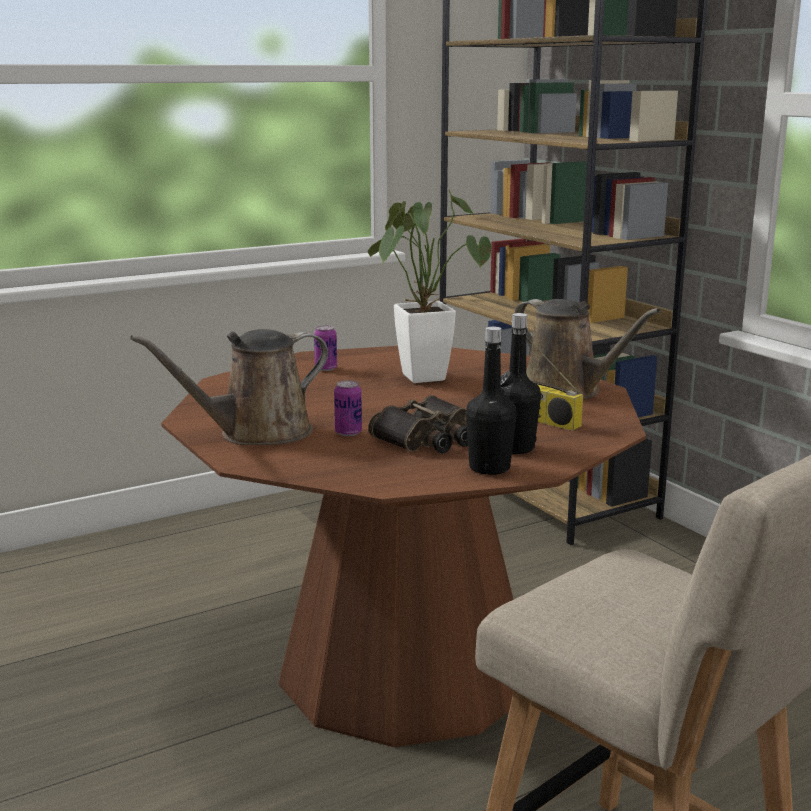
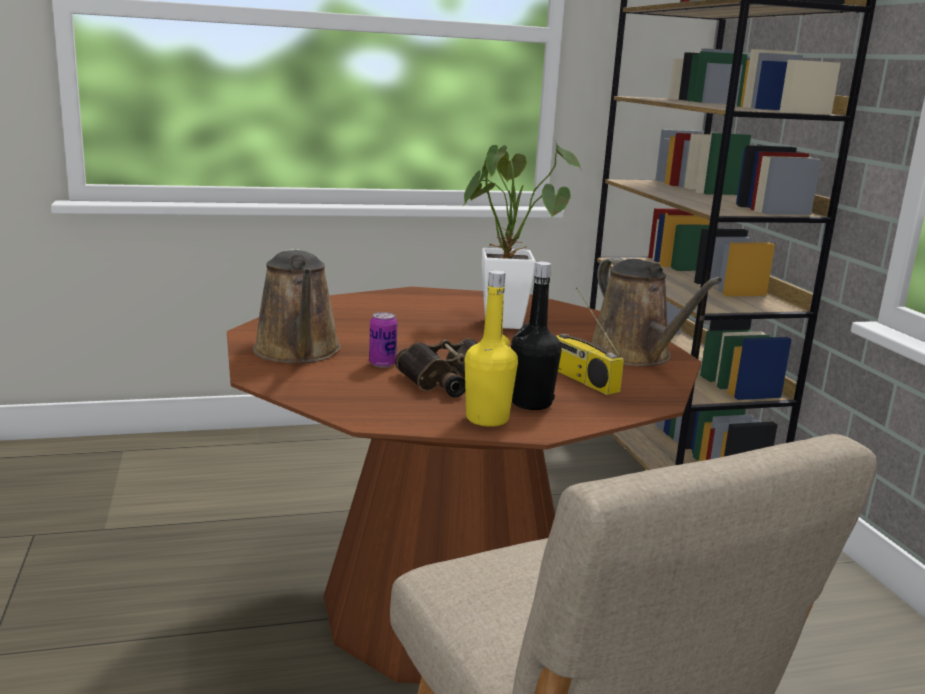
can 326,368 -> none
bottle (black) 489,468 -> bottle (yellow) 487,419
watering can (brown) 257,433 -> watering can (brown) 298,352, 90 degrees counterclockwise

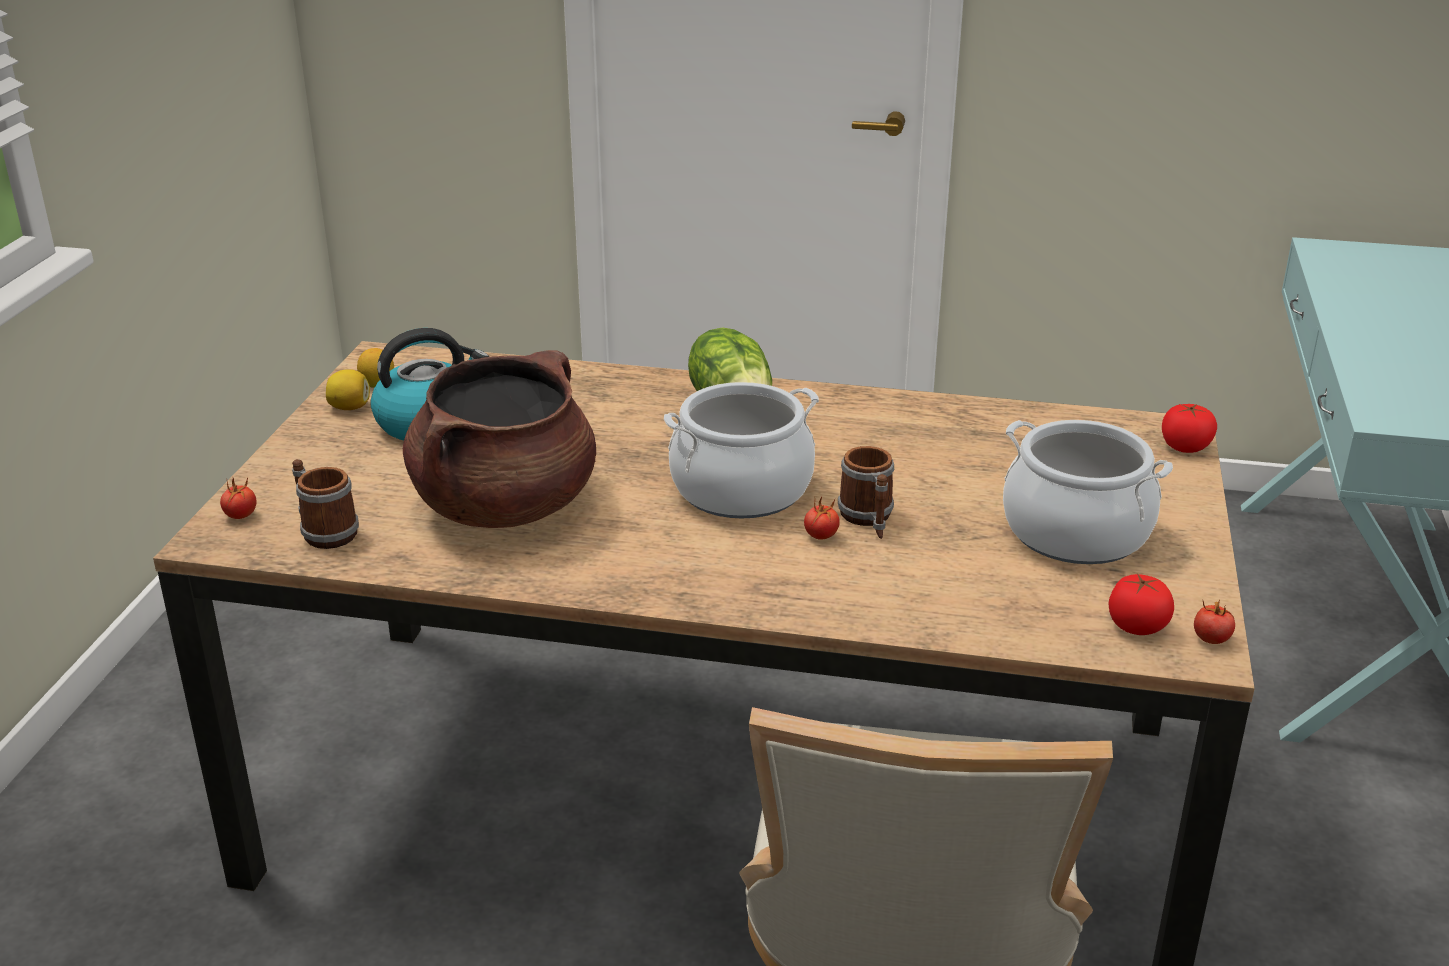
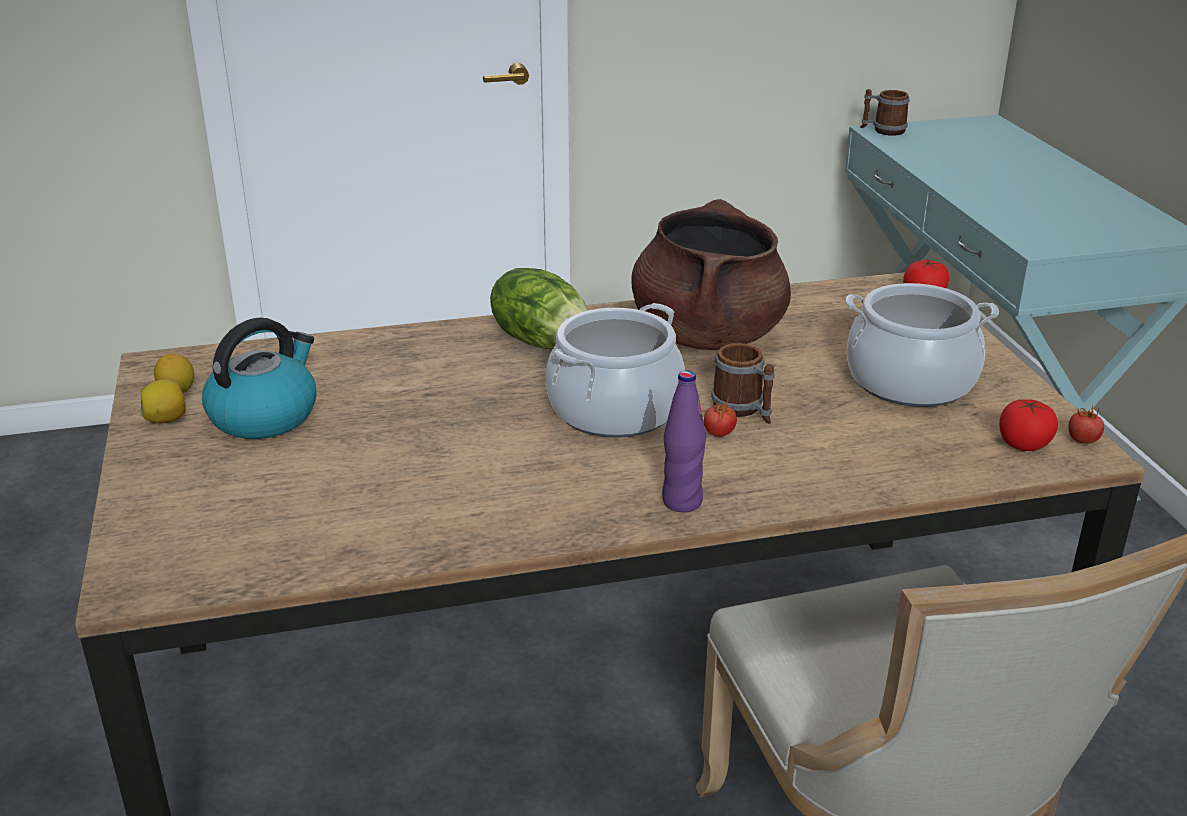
tomato 241,516 -> none
none -> bottle (purple) 682,502
mug 324,531 -> mug 883,130, move
cooking pot (brown) 505,506 -> cooking pot (brown) 707,335, move

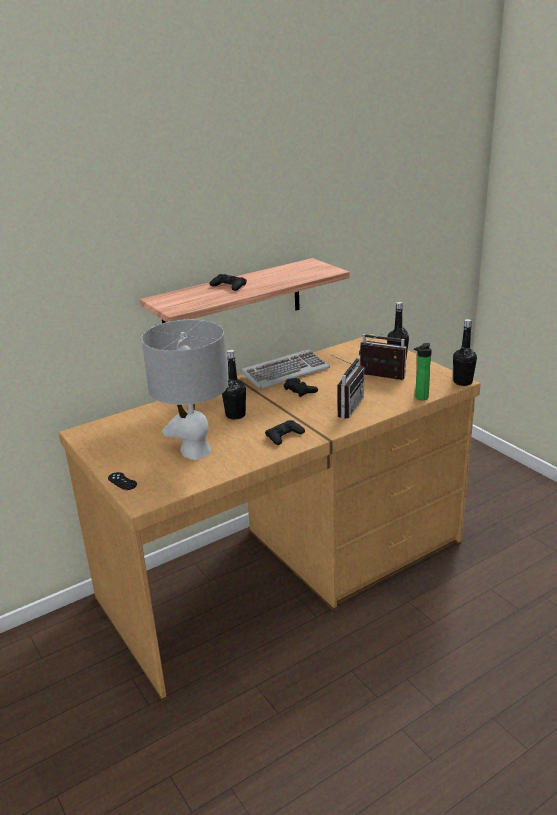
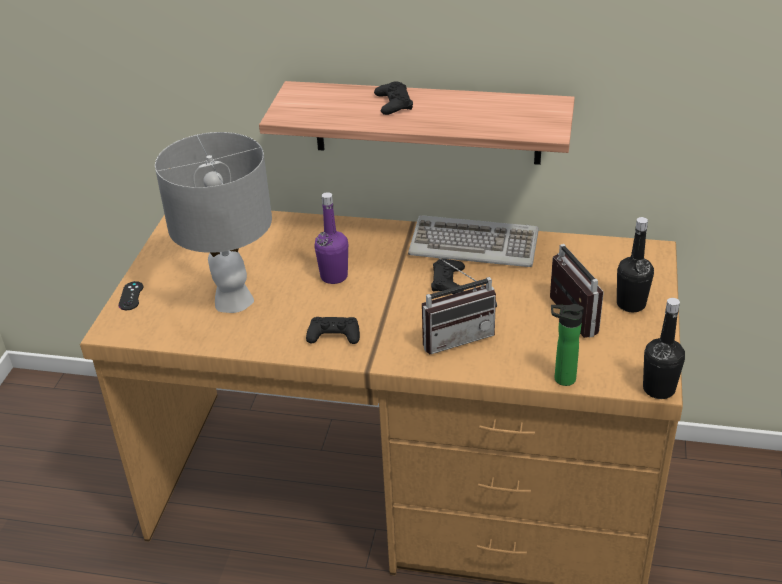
bottle (black) 235,415 -> bottle (purple) 334,276

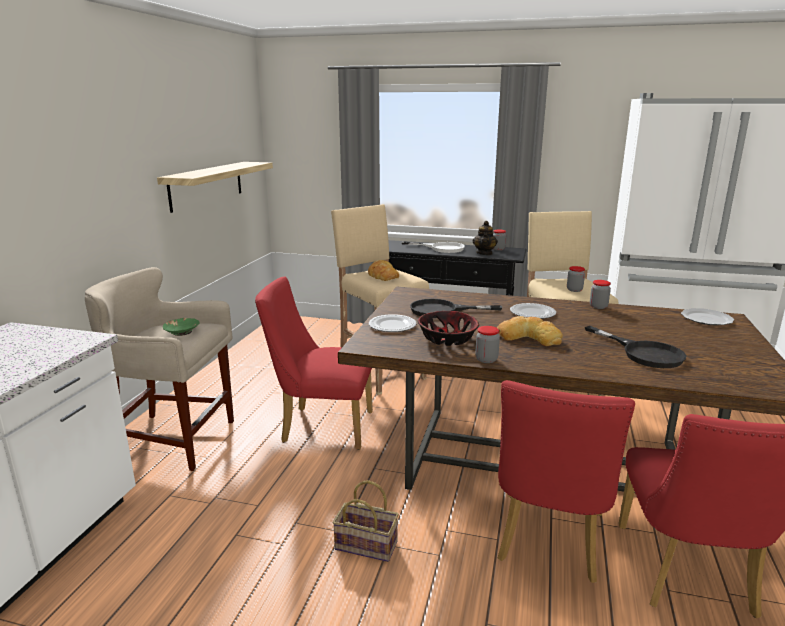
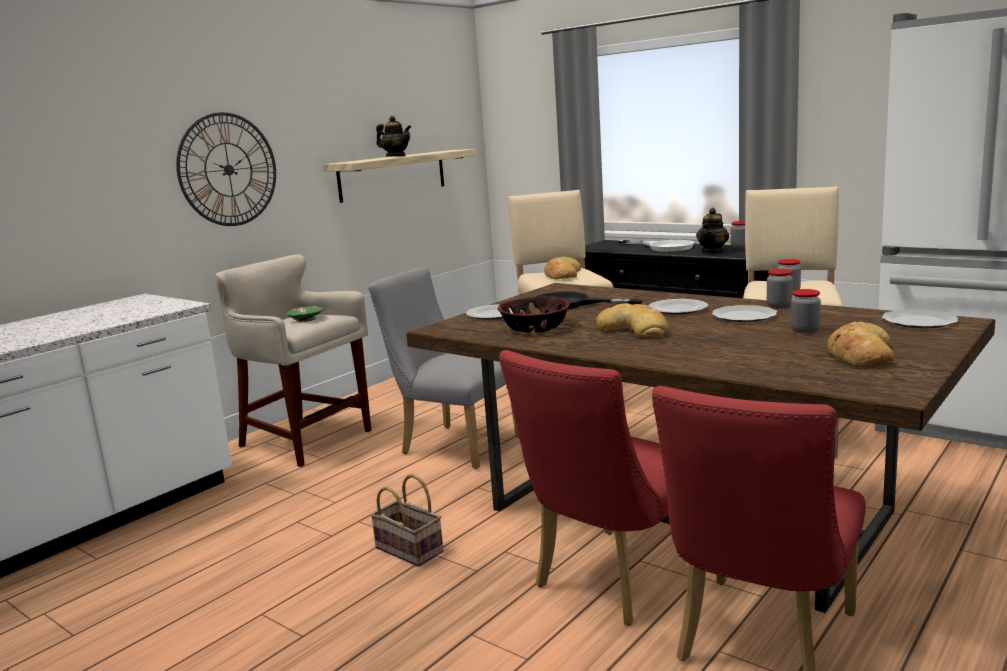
frying pan (black) 643,353 -> none
none -> wall clock 228,169
none -> teapot 396,156
none -> plate 745,316
none -> bread 859,354
jar 486,359 -> jar 804,330, move
chair (red) 320,427 -> chair (grey) 454,444

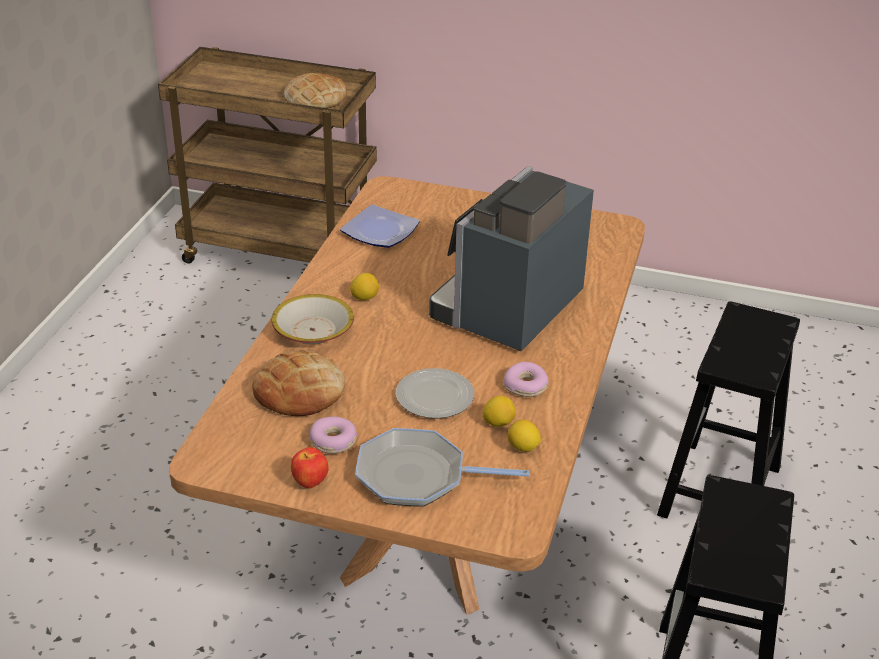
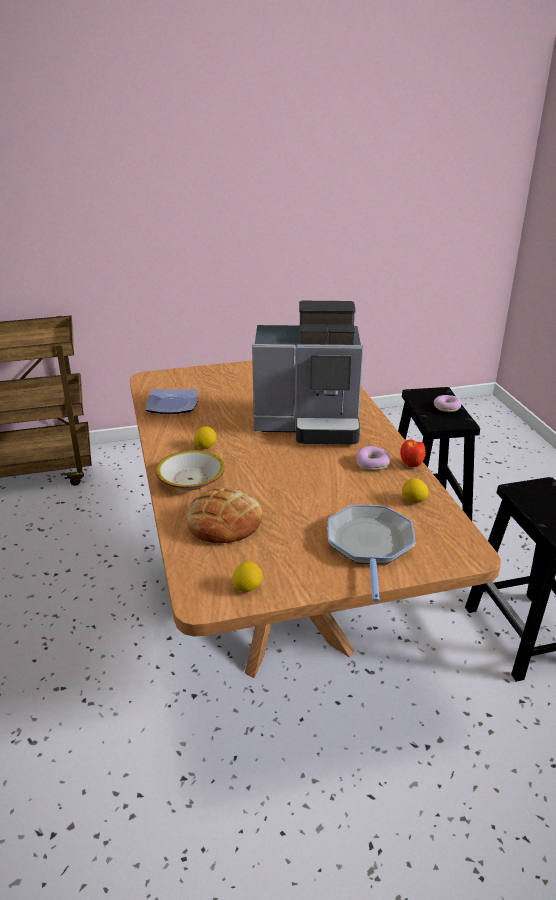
bread 315,99 -> none
plate 434,397 -> none
apple 310,483 -> apple 411,465, move
donut 333,441 -> donut 447,407, move
lemon 498,423 -> lemon 247,588, move
frying pan 418,476 -> frying pan 370,545, 120 degrees clockwise
coffee machine 508,311 -> coffee machine 310,424, 90 degrees counterclockwise

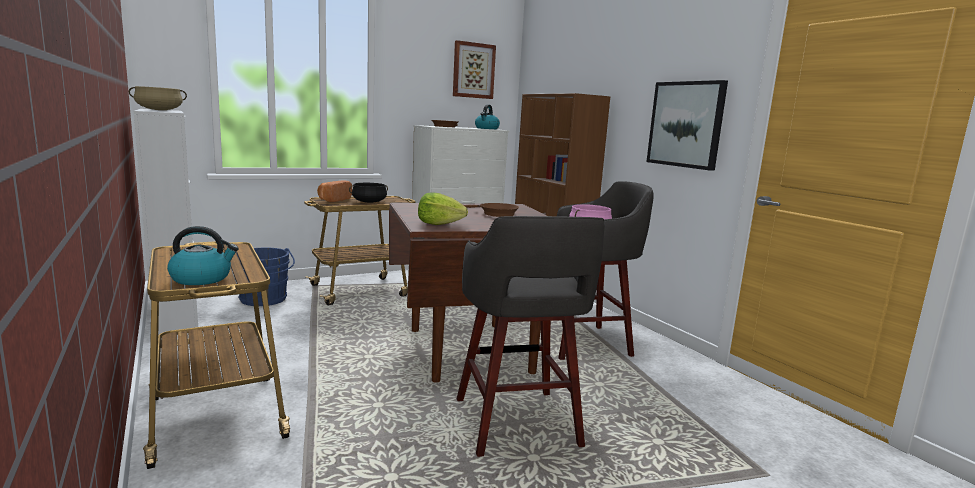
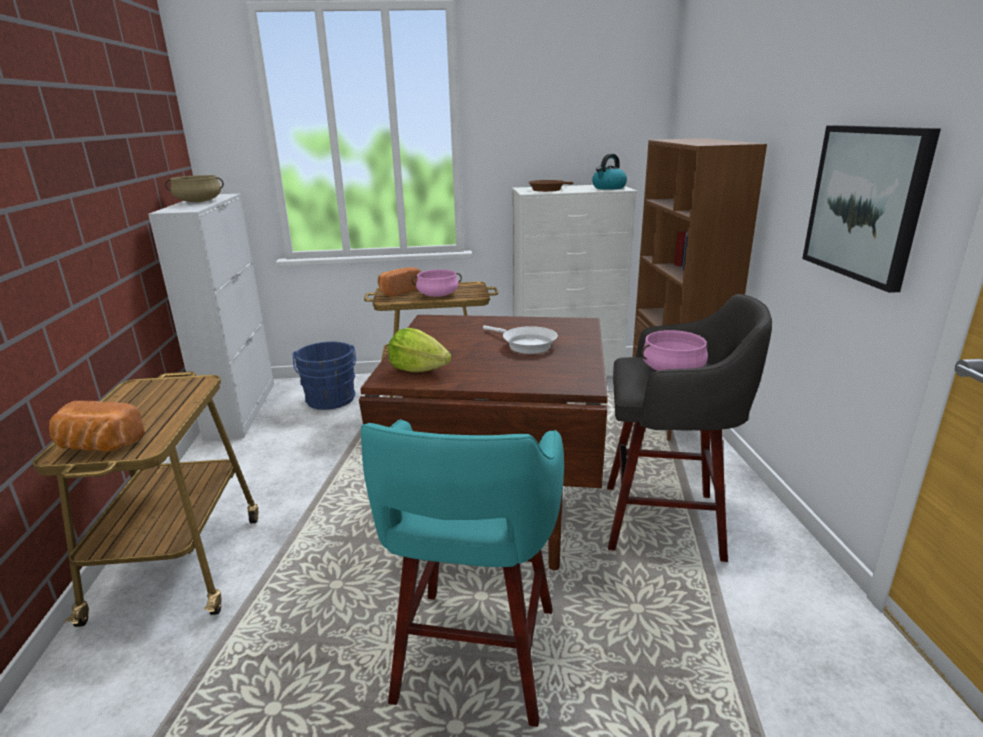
picture 473,70 -> none
kettle 202,278 -> bread 98,446
cooking pot (black) 369,202 -> cooking pot (pink) 438,295
stool (grey) 517,425 -> stool (turquoise) 475,659
frying pan (brown) 495,214 -> frying pan (white) 525,345

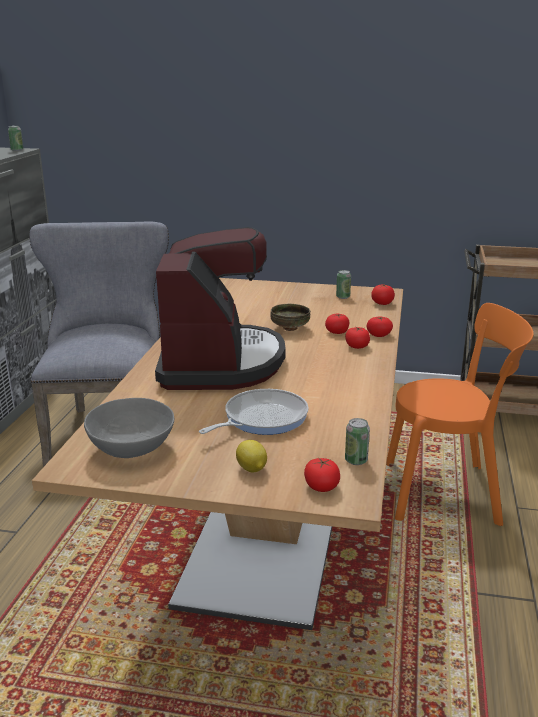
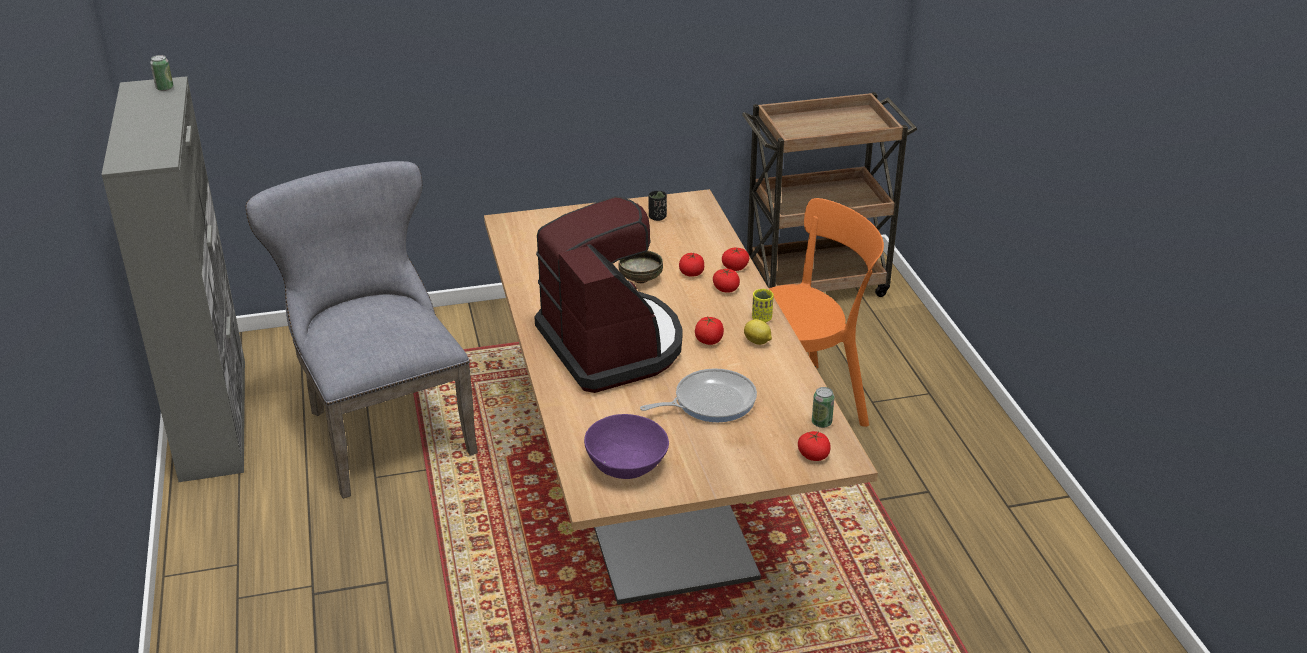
none -> cup (yellow) 761,318
lemon 251,469 -> lemon 757,342, move
tomato 382,303 -> tomato 709,341, move
can 343,297 -> cup (black) 657,217
bowl (grey) 132,448 -> bowl (purple) 626,465
frying pan 261,419 -> frying pan 710,402, 45 degrees clockwise

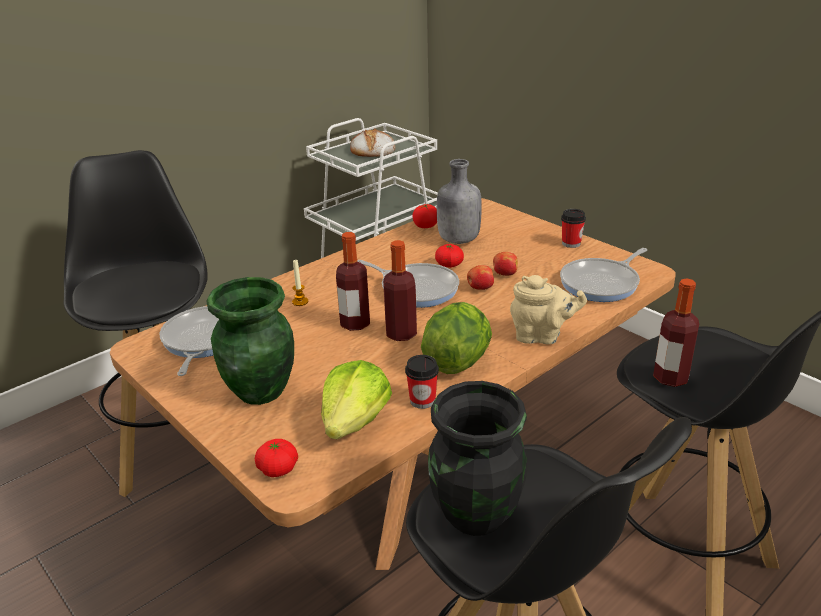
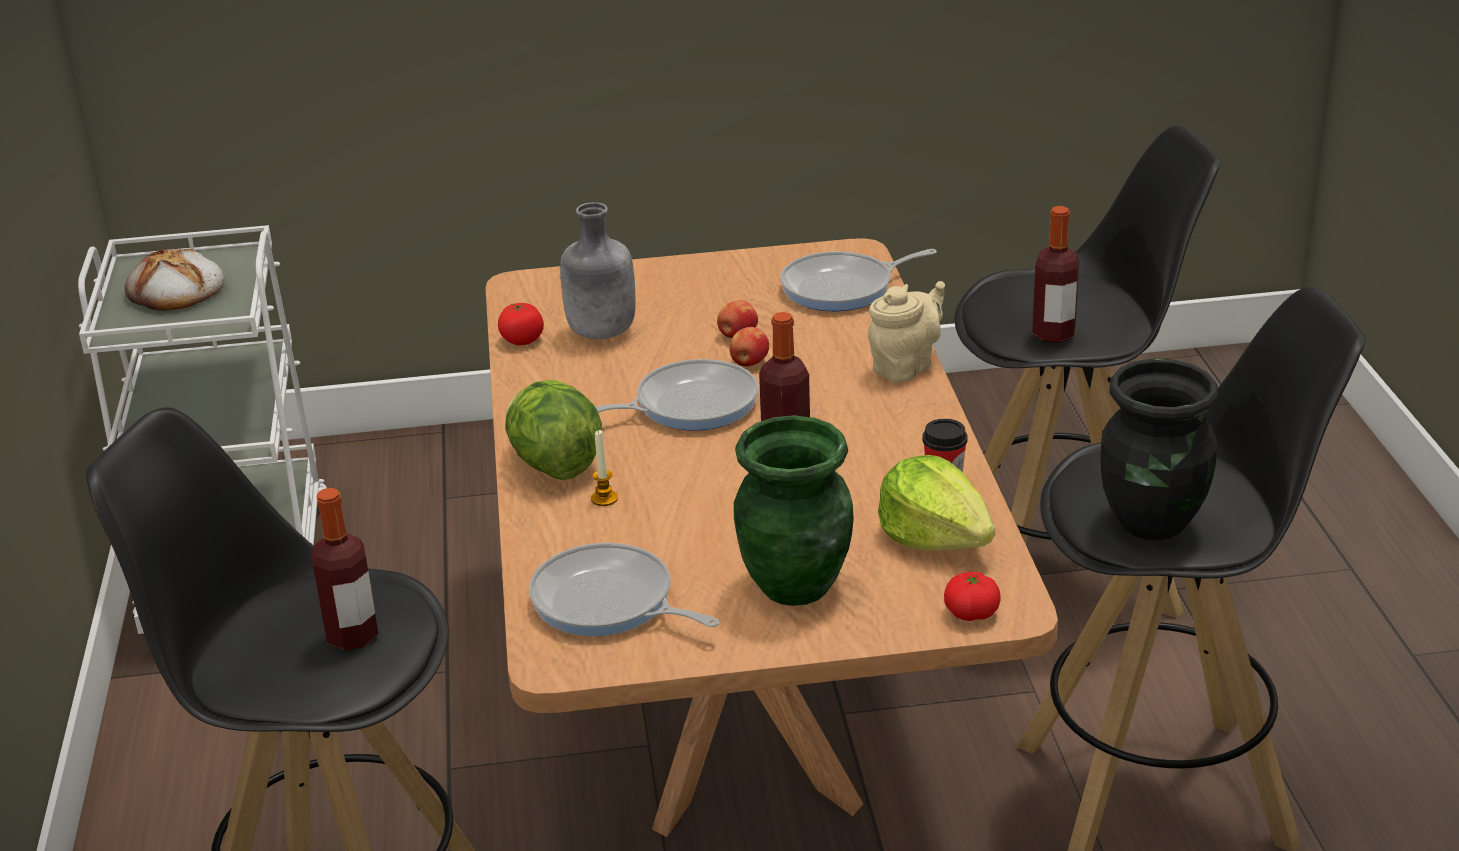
tomato 449,265 -> none
cup 571,243 -> none
bottle 355,323 -> bottle 352,636, move
lettuce 457,361 -> lettuce 554,465, move
frying pan 602,283 -> frying pan 843,288, 75 degrees clockwise

